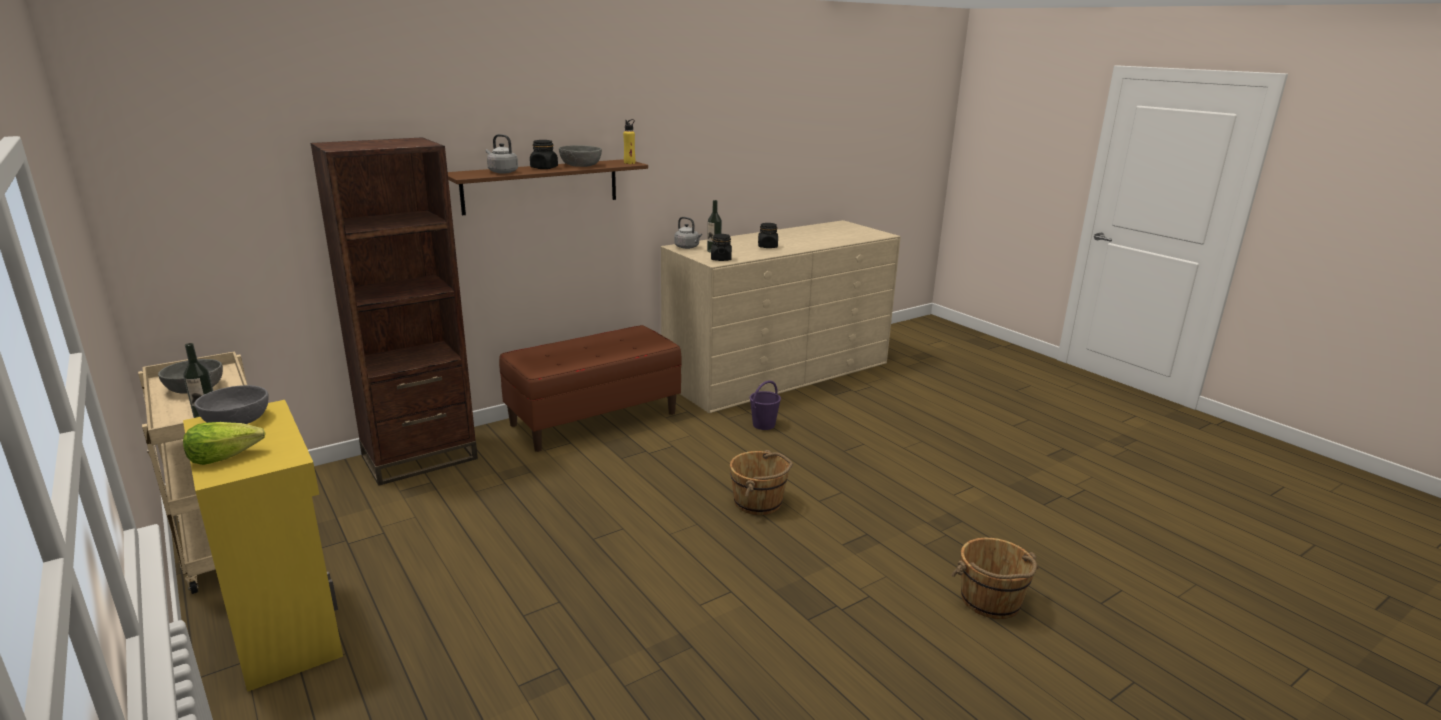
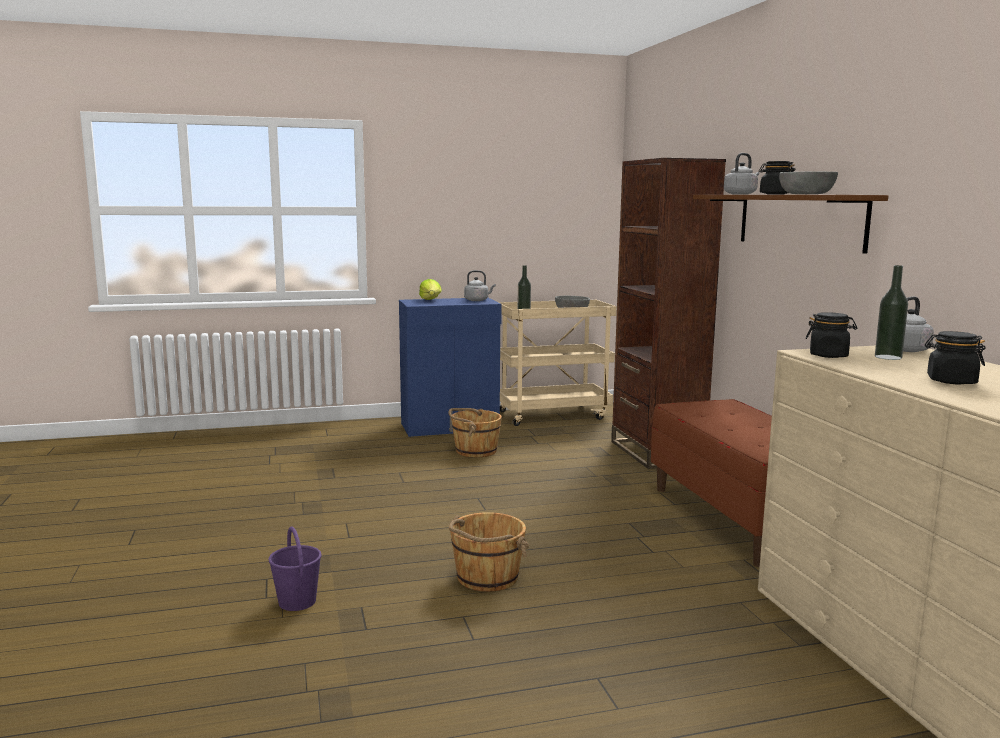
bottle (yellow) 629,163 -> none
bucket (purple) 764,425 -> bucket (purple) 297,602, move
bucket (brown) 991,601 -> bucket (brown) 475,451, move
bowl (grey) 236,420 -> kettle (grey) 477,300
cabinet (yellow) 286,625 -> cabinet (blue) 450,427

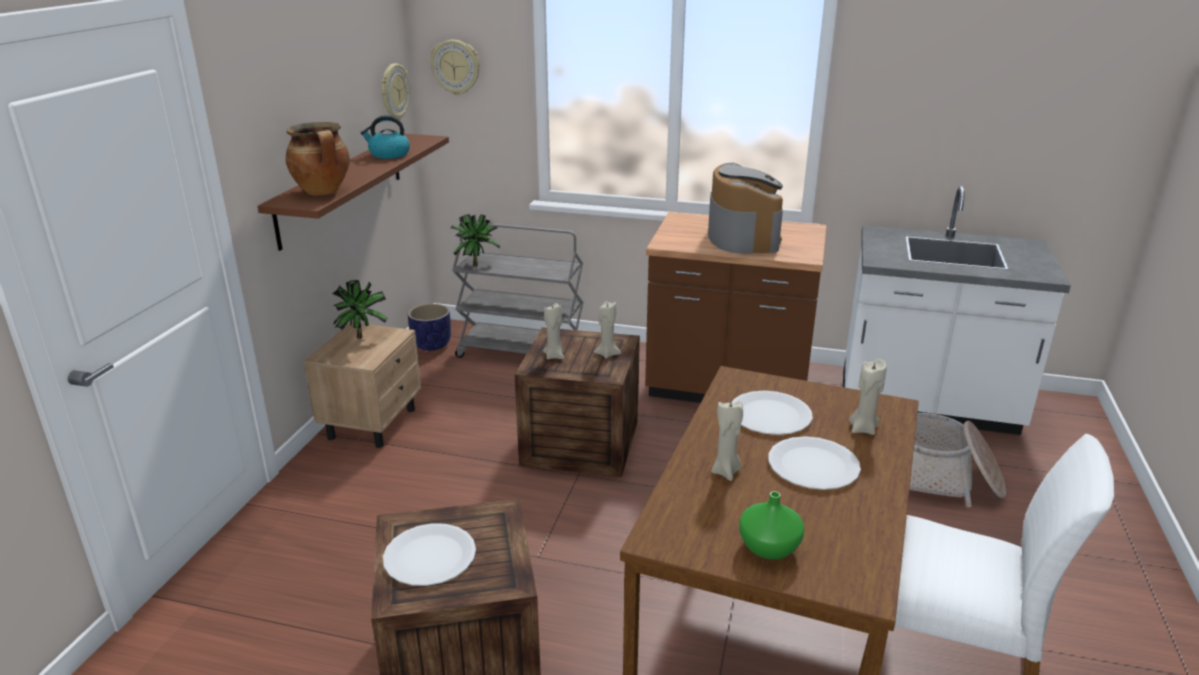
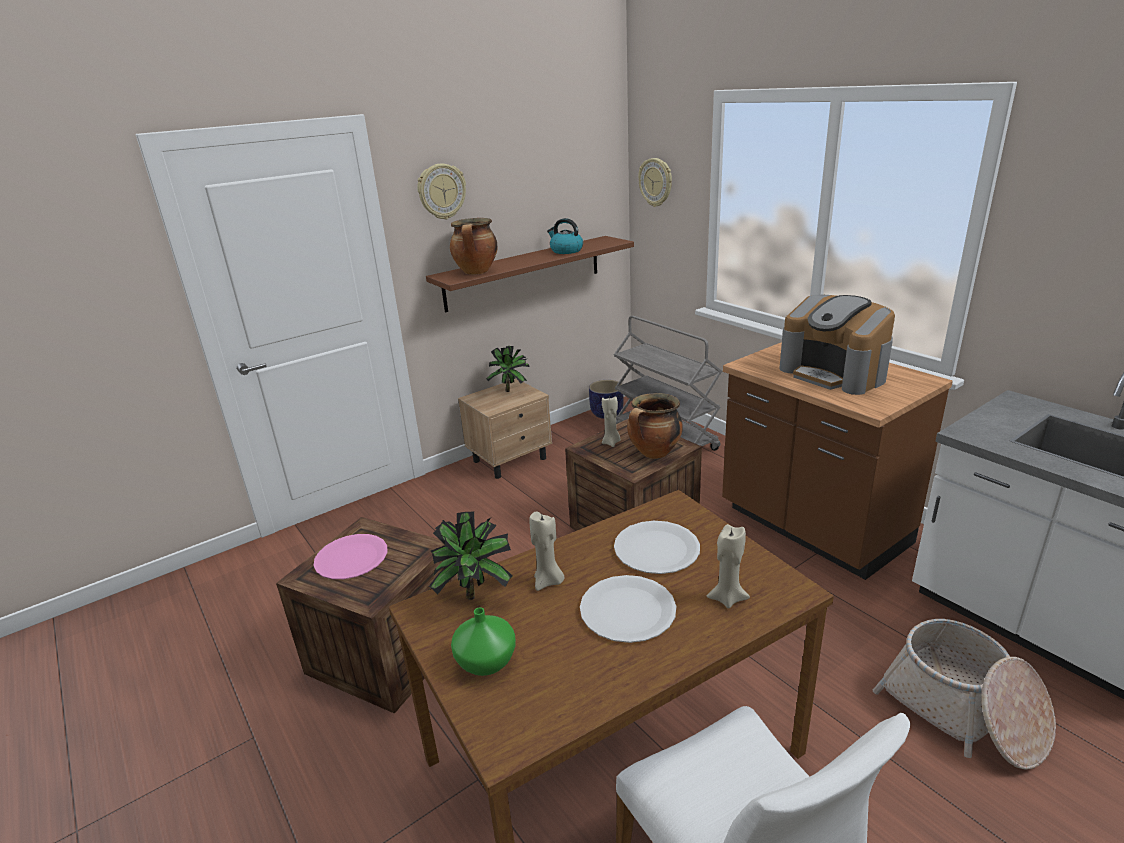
wall clock 394,91 -> wall clock 441,191, move
potted plant 476,264 -> potted plant 476,594, move
candle (beige) 607,354 -> cooking pot 654,453
plate (white) 429,557 -> plate (pink) 351,558
coffee machine 742,237 -> coffee machine 834,373, 105 degrees clockwise

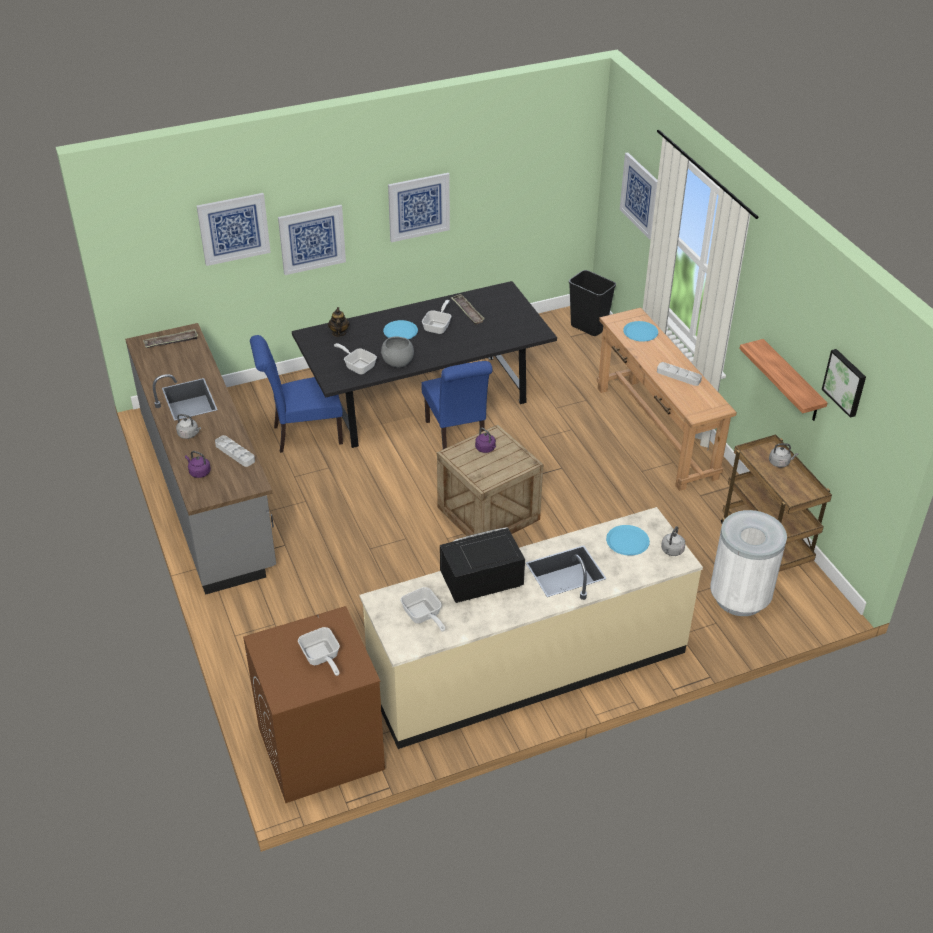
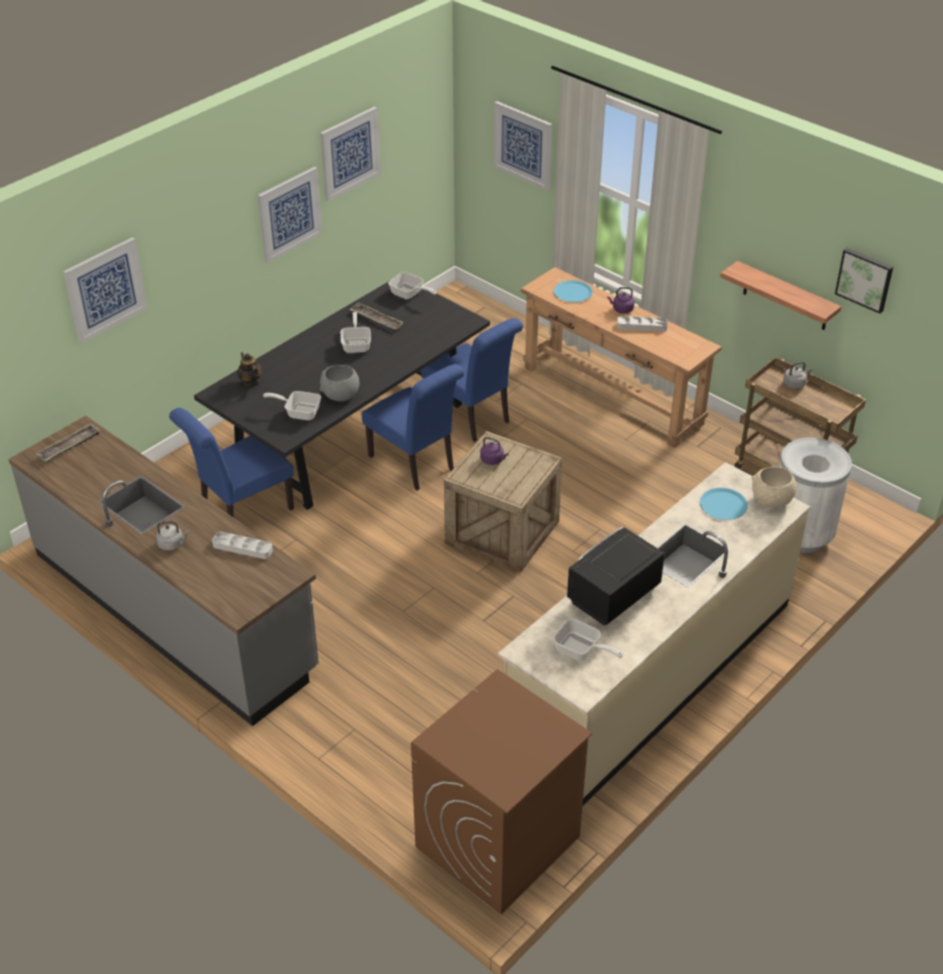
plate (blue) 400,331 -> none
trash can (black) 589,327 -> none
none -> chair (blue) 472,418
kettle (purple) 199,472 -> kettle (purple) 621,309, move
picture 312,239 -> picture 349,153, move
frying pan 321,658 -> frying pan 409,294, move
kettle (grey) 671,551 -> bowl (beige) 771,501

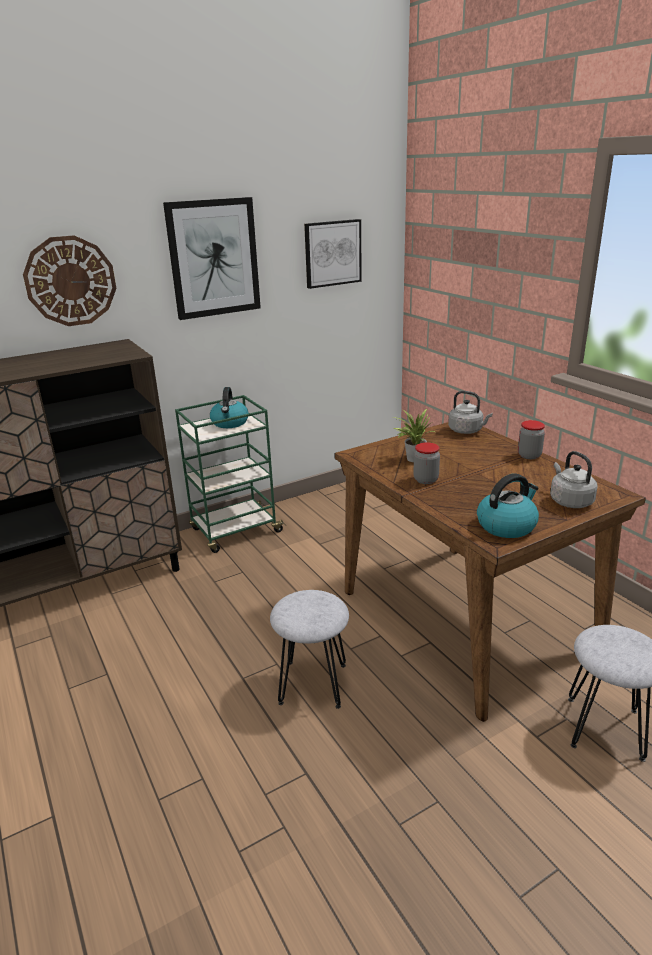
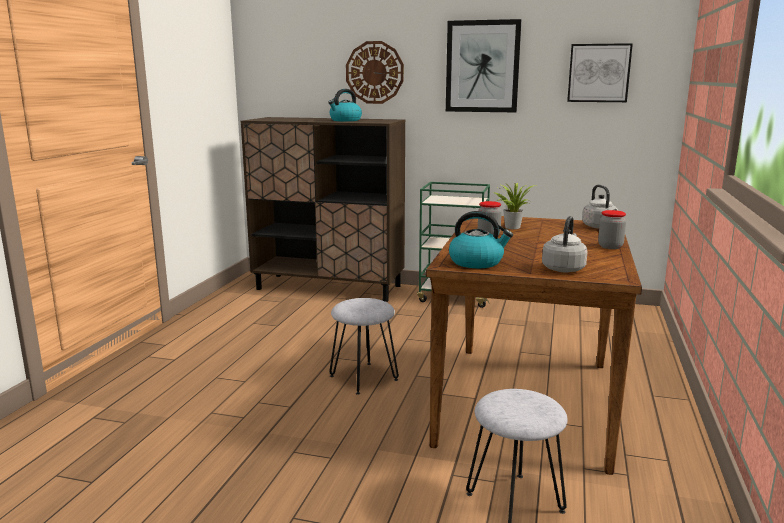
kettle 230,423 -> kettle 345,120, move

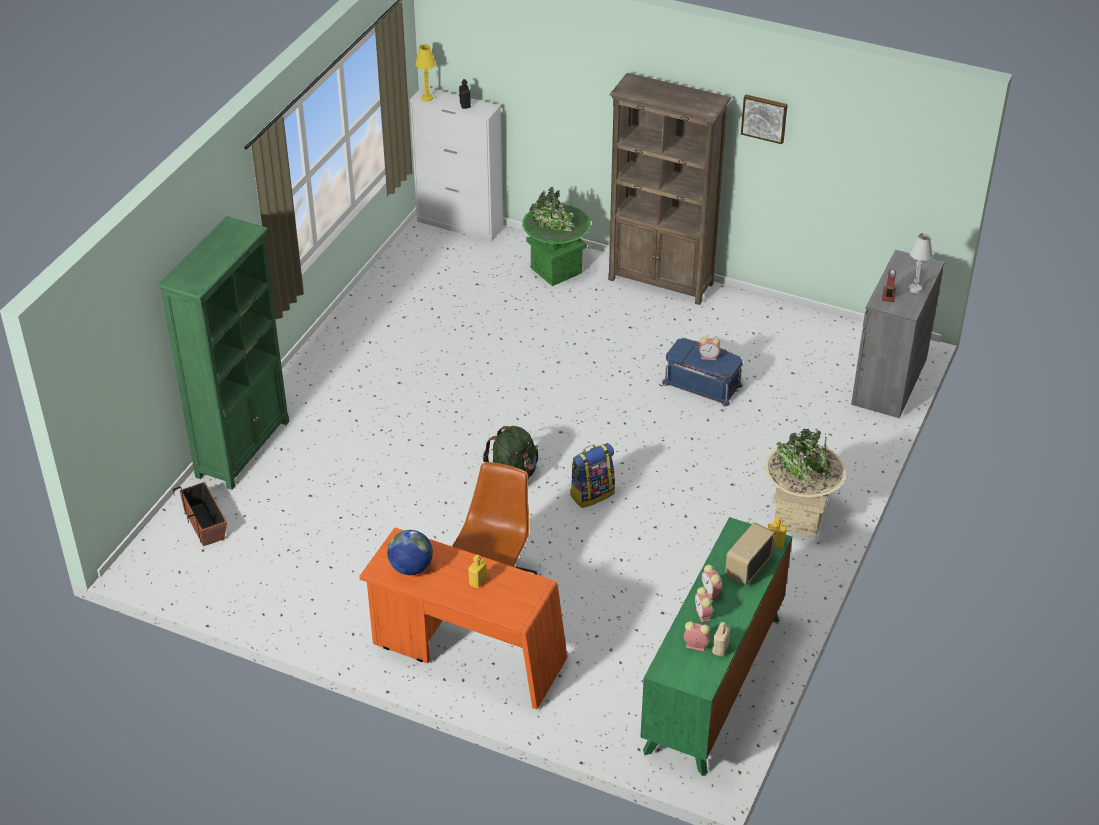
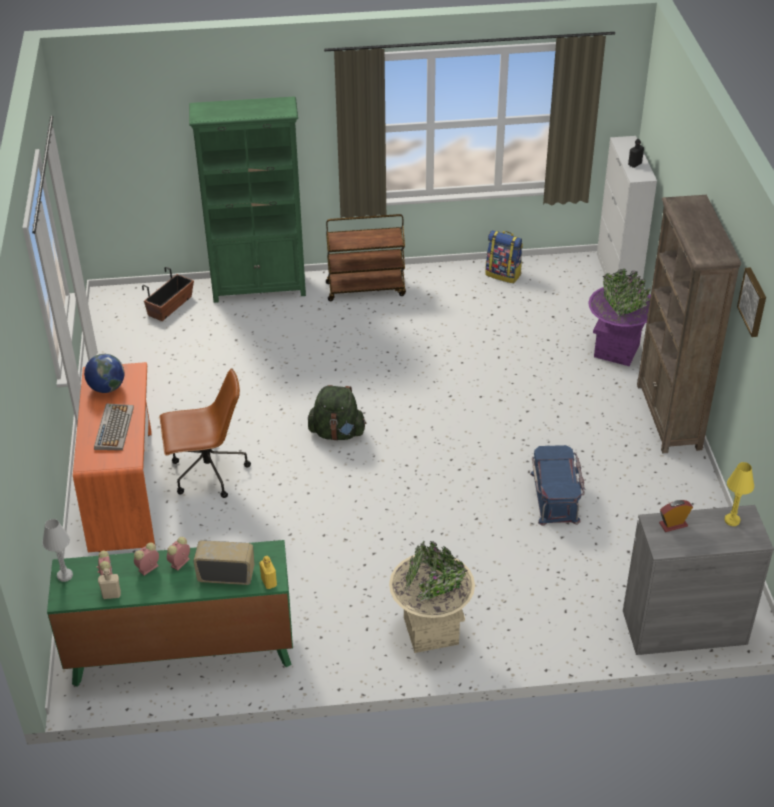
alarm clock 709,357 -> none
none -> cart (brown) 366,289
table lamp (yellow) 427,98 -> table lamp (yellow) 732,520, move
backpack 592,494 -> backpack 503,274, move
table lamp (white) 915,289 -> table lamp (white) 65,575, move
bottle (yellow) 478,582 -> keyboard 114,427
planter (green) 556,270 -> planter (purple) 617,350

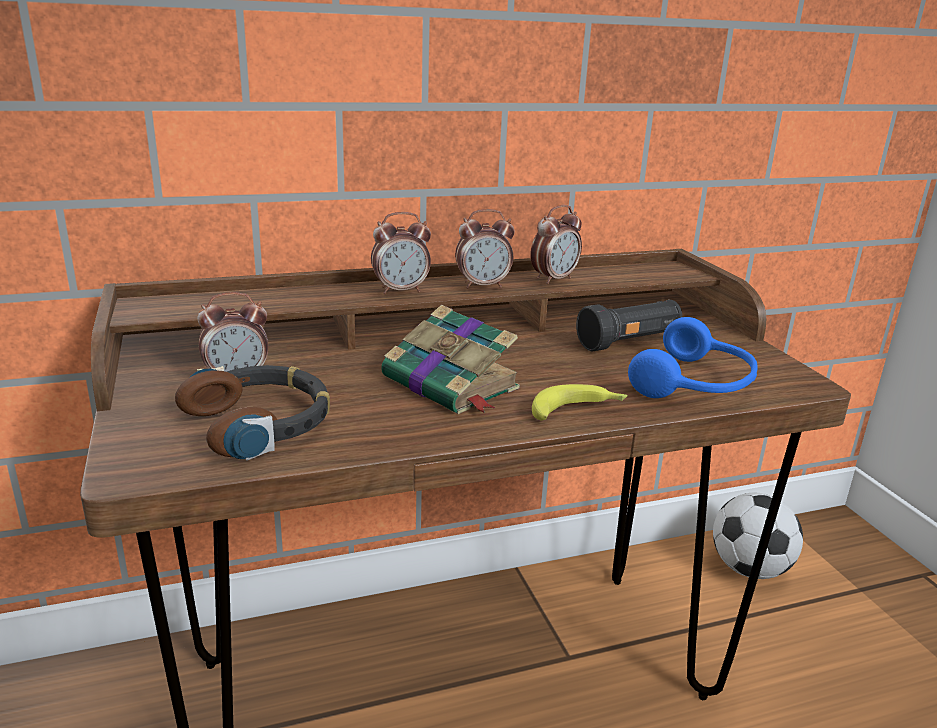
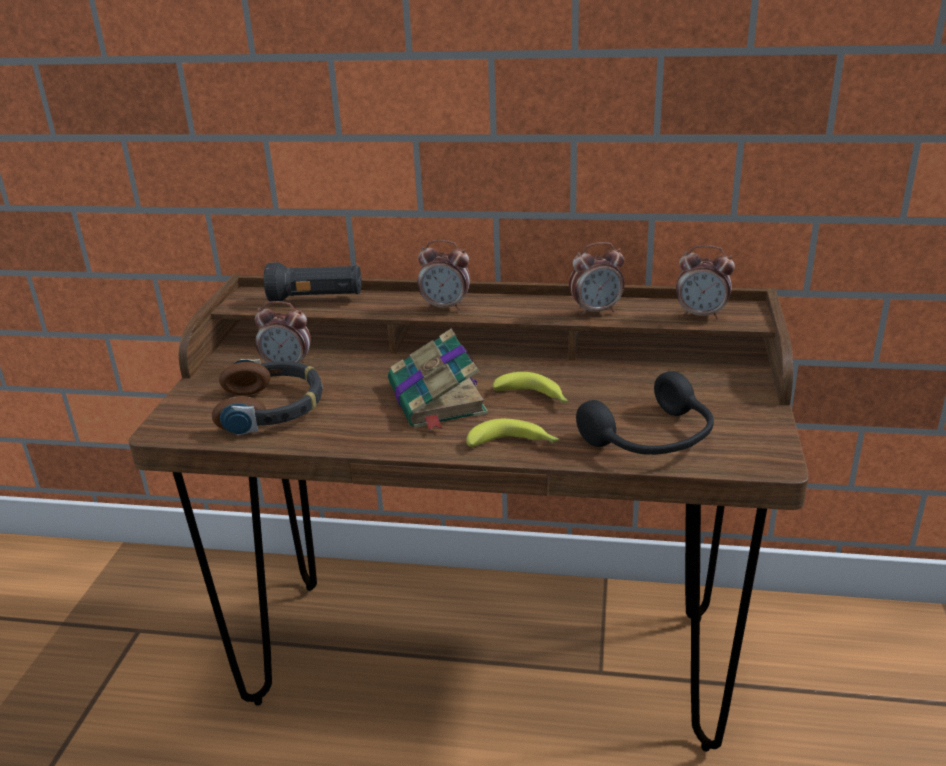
football 749,569 -> none
none -> banana 534,397
alarm clock 483,286 -> alarm clock 701,315, move
flashlight (black) 629,342 -> flashlight (black) 317,298, move
headphones (blue) 696,384 -> headphones (black) 653,440

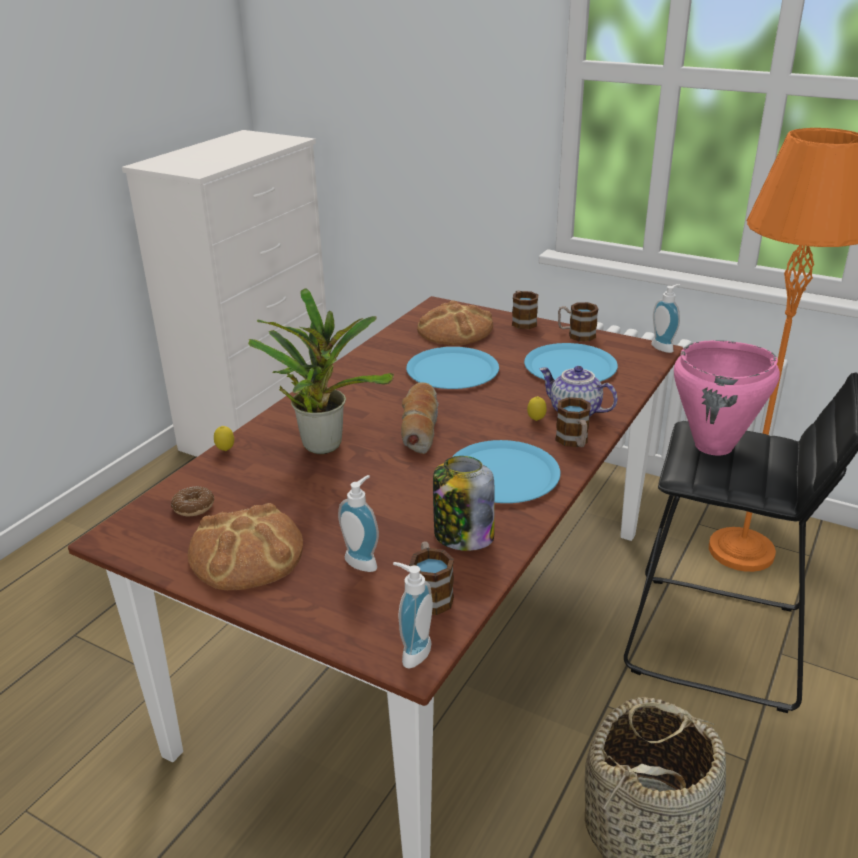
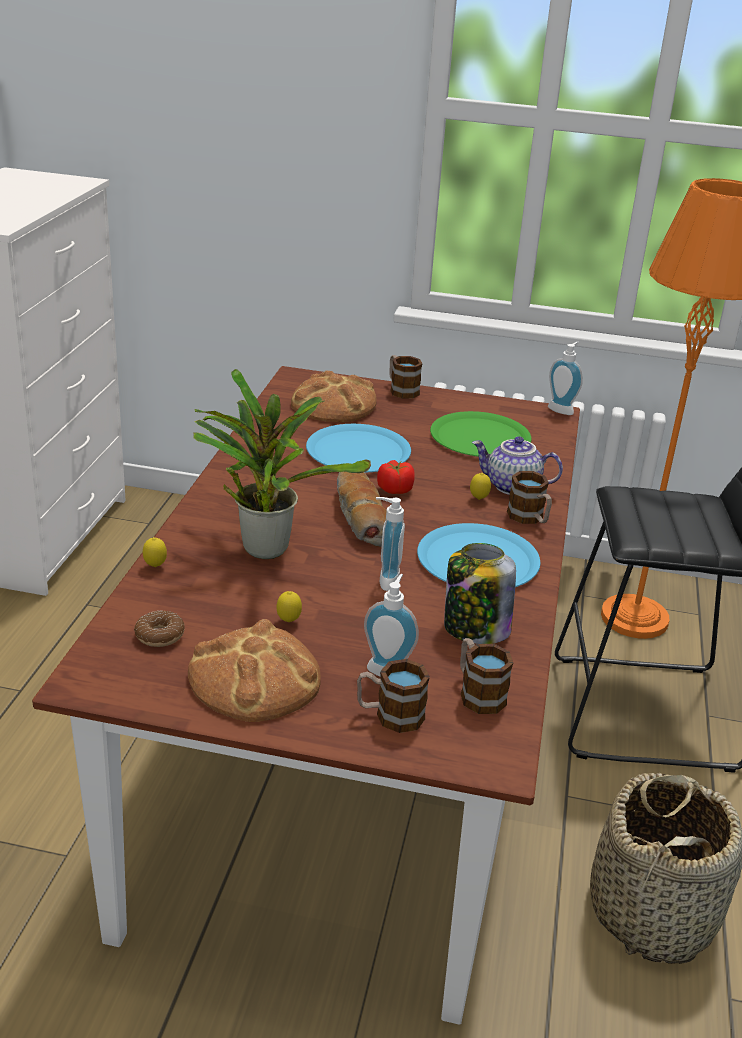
cooking pot (pink) 714,446 -> none
none -> lemon 288,621
none -> tomato 394,489
soap dispenser 412,652 -> soap dispenser 384,580, move
mug 576,335 -> mug 390,715, move
plate (blue) 570,366 -> plate (green) 480,437

